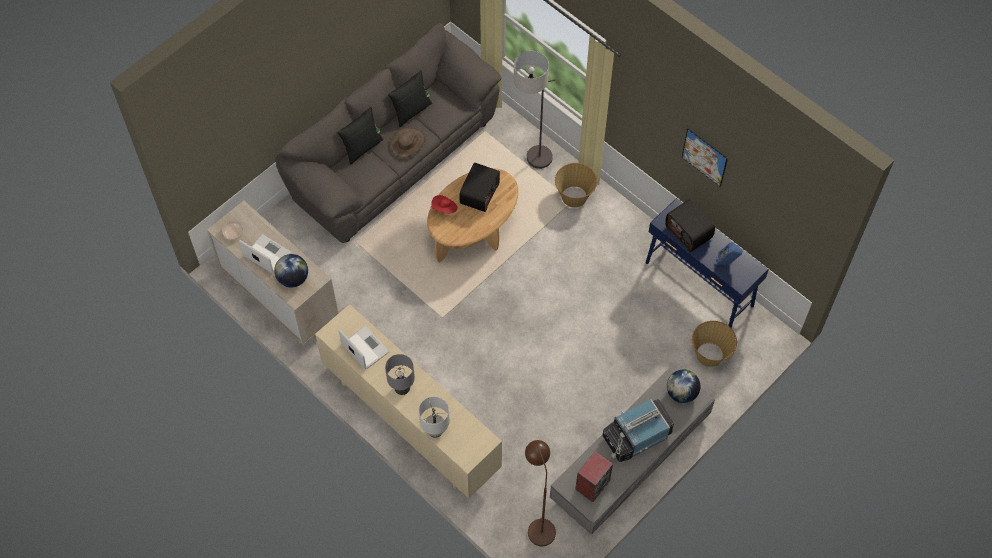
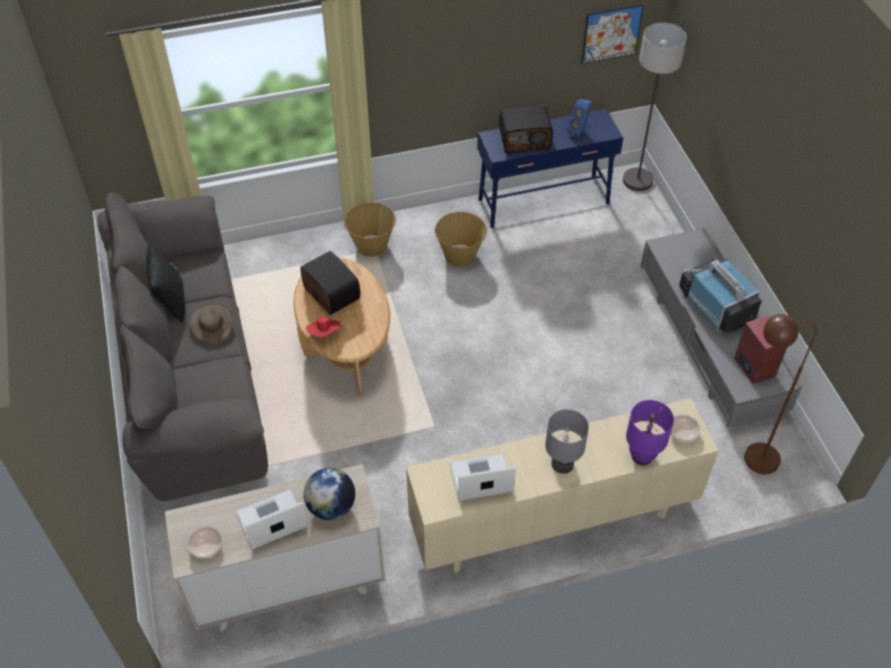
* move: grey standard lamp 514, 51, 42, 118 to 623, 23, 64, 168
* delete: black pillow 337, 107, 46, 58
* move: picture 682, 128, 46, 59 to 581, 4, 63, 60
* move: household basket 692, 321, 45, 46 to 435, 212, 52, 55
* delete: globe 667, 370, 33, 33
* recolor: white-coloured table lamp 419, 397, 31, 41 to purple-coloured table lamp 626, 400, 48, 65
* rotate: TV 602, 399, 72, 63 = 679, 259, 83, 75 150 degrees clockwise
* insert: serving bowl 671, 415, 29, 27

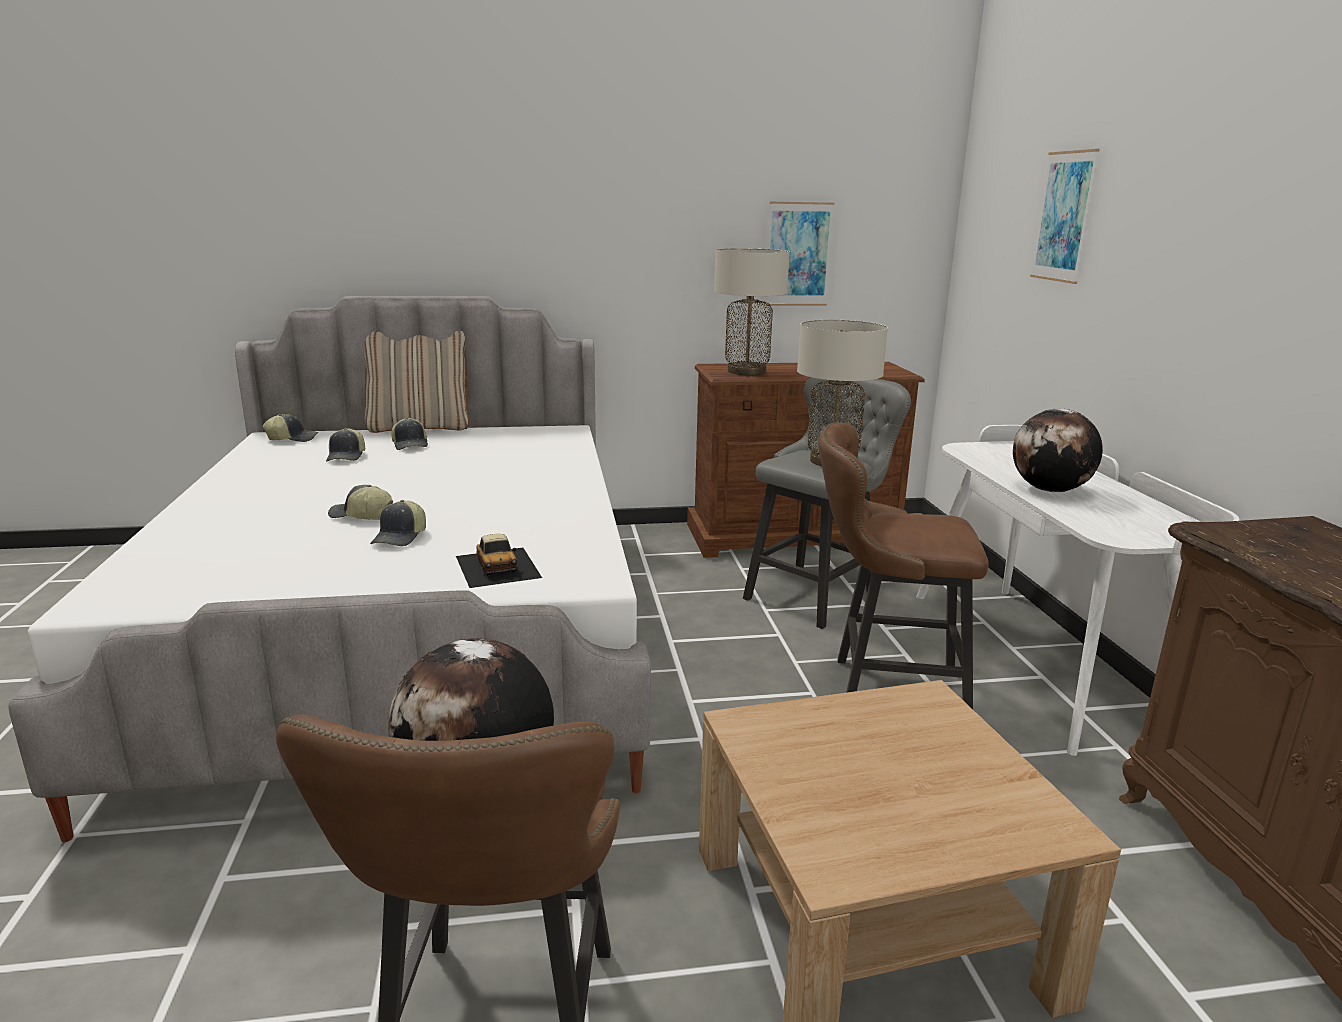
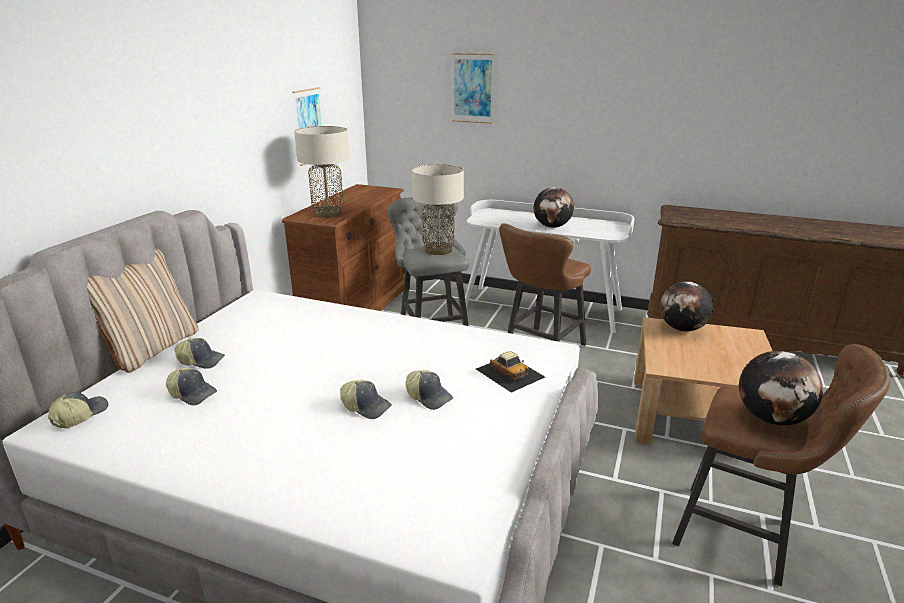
* rotate: peaked cap 328, 485, 65, 35 = 340, 380, 52, 39 105 degrees counterclockwise
* rotate: miniature car 456, 534, 86, 54 = 476, 351, 69, 42 45 degrees clockwise
* insert: globe 660, 281, 53, 51

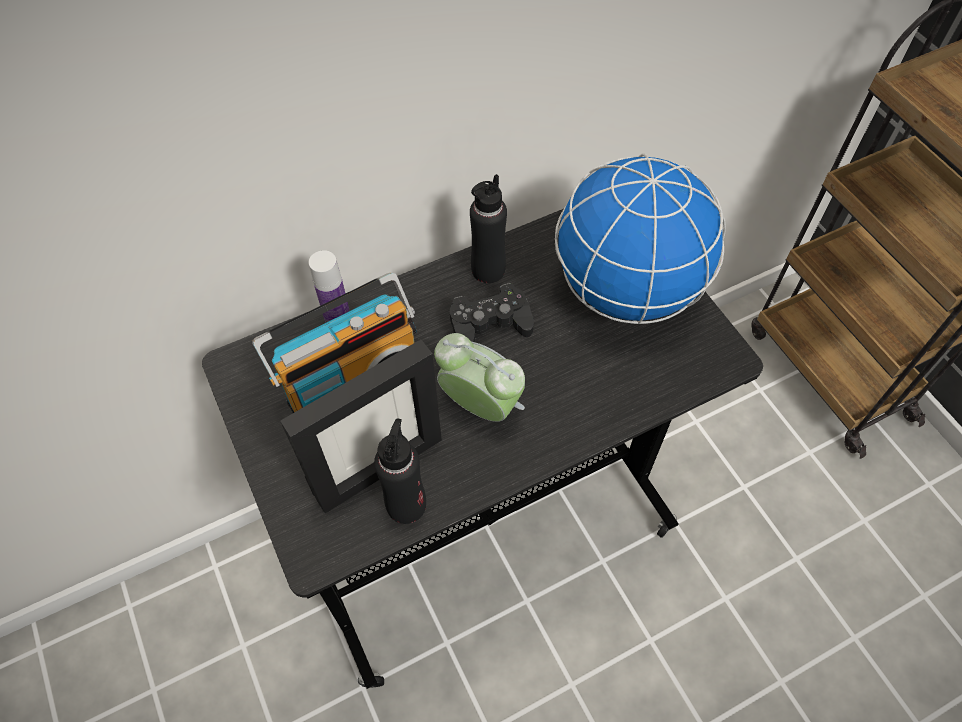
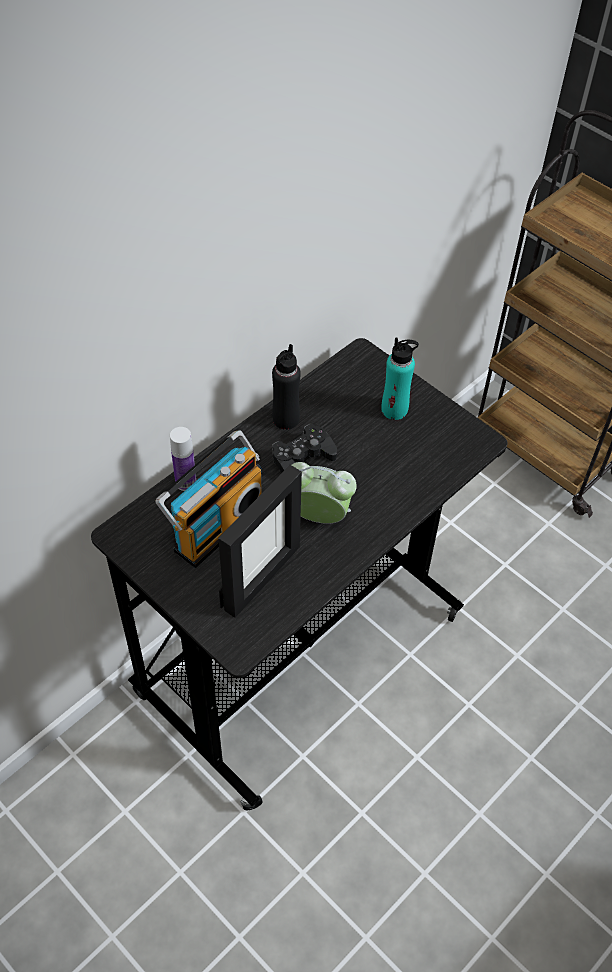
* replace: globe 555, 154, 171, 170 to blue-green beverage bottle 381, 337, 38, 83
* delete: black beverage bottle 374, 418, 52, 106

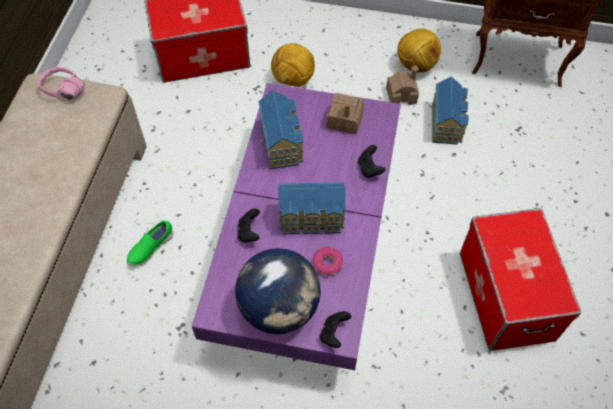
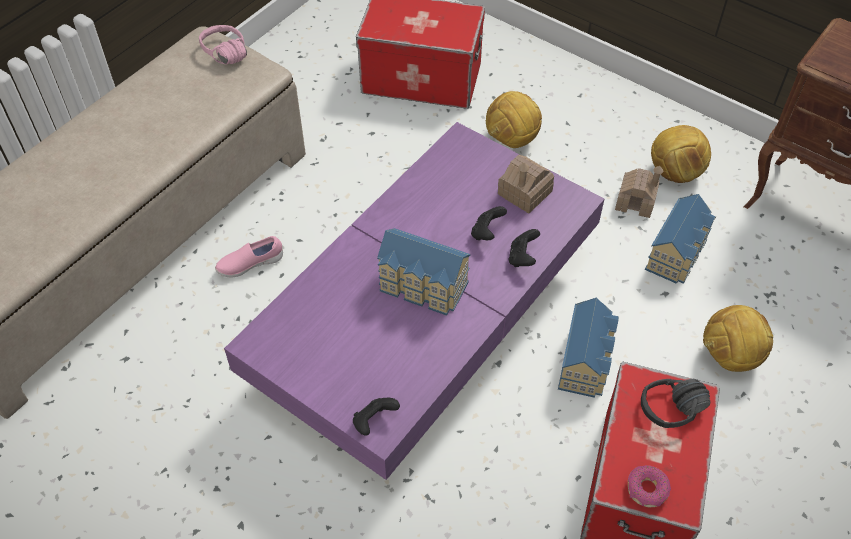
* move: toy house 258, 90, 45, 79 to 558, 298, 61, 100
* move: black game controller 238, 208, 22, 34 to 471, 206, 36, 34
* recolor: greenish item of footwear 127, 220, 46, 46 to pinkish item of footwear 215, 236, 68, 42
* move: doughnut 313, 247, 30, 29 to 628, 465, 43, 43
* delete: globe 235, 248, 86, 86
* insert: football ball 703, 305, 70, 67
* insert: black headphones 641, 379, 70, 49

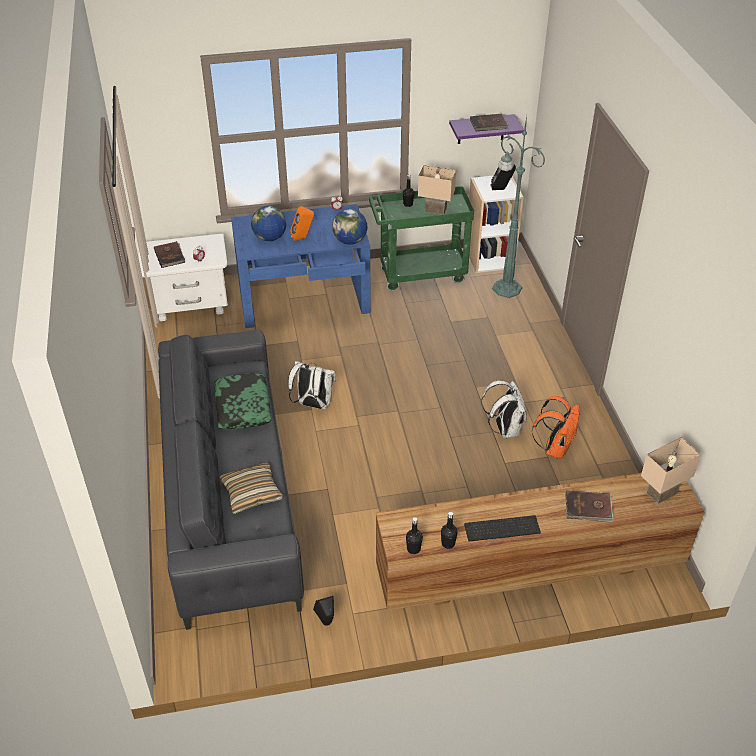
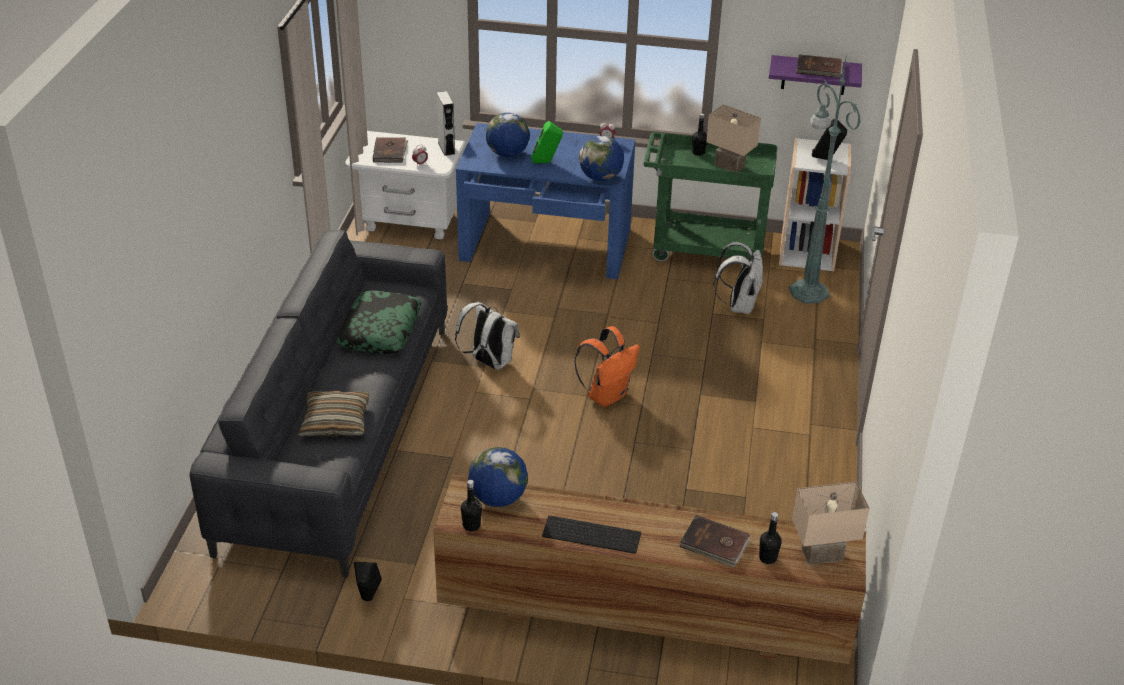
* recolor: orange-coloured speaker 290, 206, 24, 35 to greenish speaker 531, 121, 32, 42
* move: white-coloured rucksack 481, 380, 46, 58 to 713, 242, 50, 73
* move: orange-coloured rucksack 532, 396, 47, 63 to 574, 326, 66, 81
* move: black beverage bottle 441, 512, 17, 37 to 759, 512, 23, 52
* insert: grey speaker 436, 91, 19, 65
* insert: globe 468, 447, 60, 60

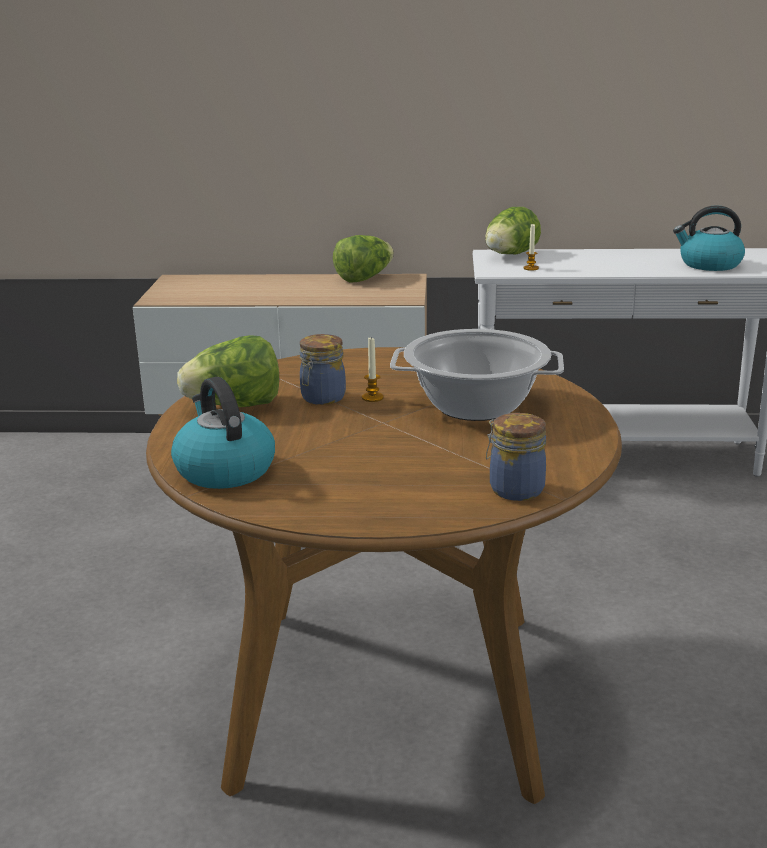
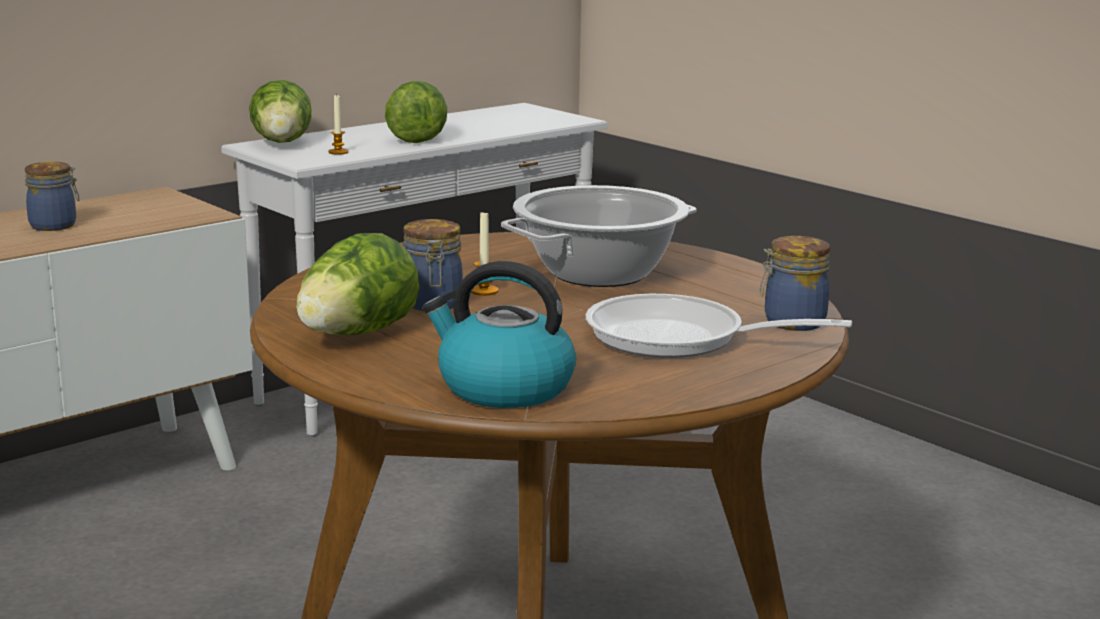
* delete: kettle 673, 205, 72, 66
* move: head of lettuce 333, 235, 61, 48 to 385, 81, 62, 62
* insert: preserve jar 25, 162, 54, 69
* insert: frying pan 586, 294, 266, 64

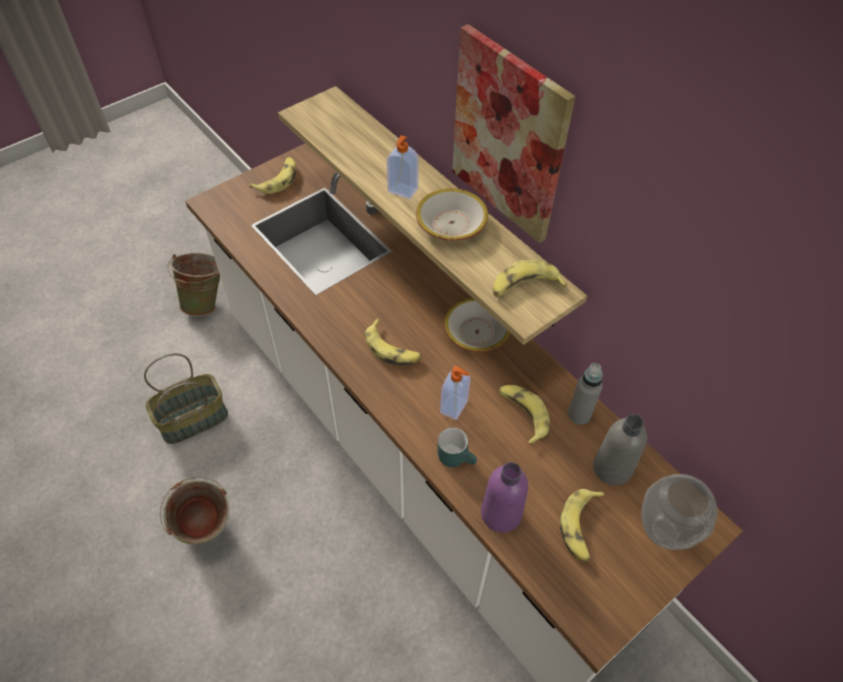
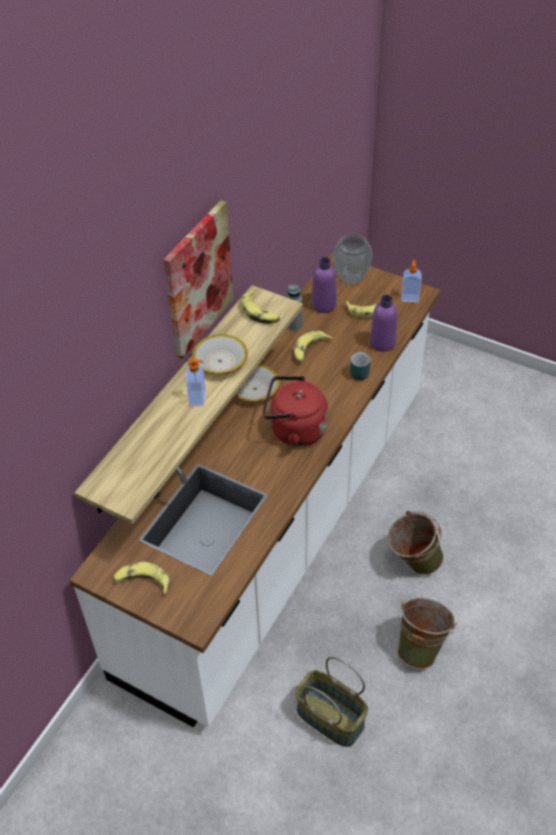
* move: greenish bucket 168, 253, 52, 63 to 388, 511, 56, 64
* replace: banana 365, 318, 57, 48 to reddish kettle 263, 376, 65, 70
* move: liquid soap bottle 440, 366, 31, 54 to 401, 260, 20, 43
* recolor: grey beverage bottle 593, 414, 54, 71 to purple-coloured beverage bottle 312, 257, 24, 56

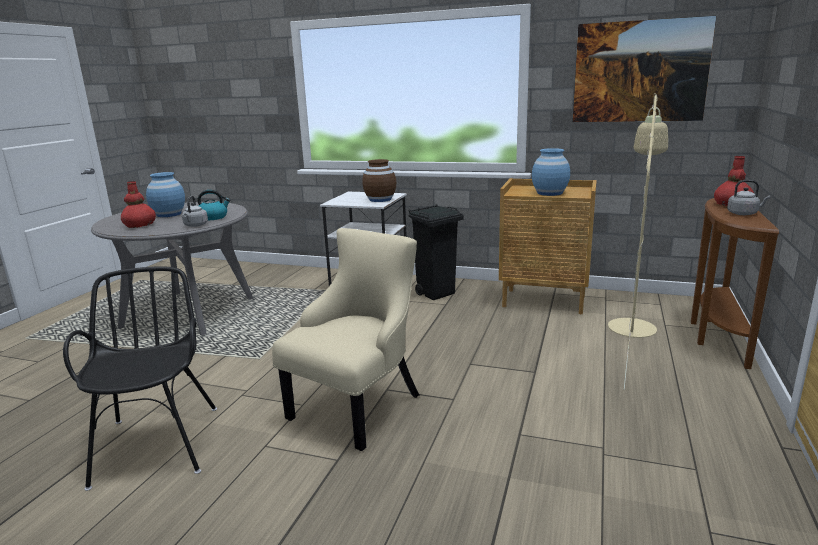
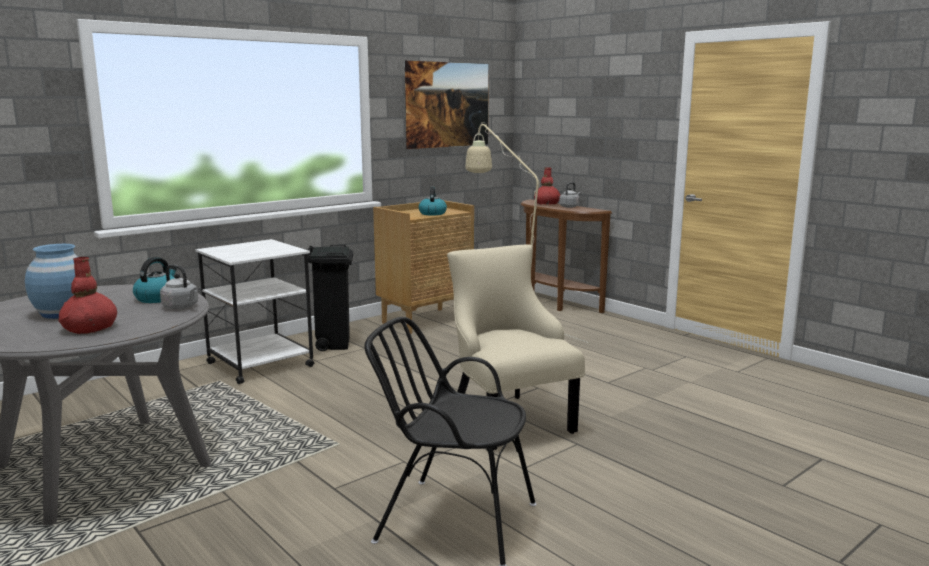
* replace: blue-coloured vase 532, 148, 38, 48 to kettle 419, 187, 28, 28
* delete: brown-coloured vase 362, 159, 34, 43

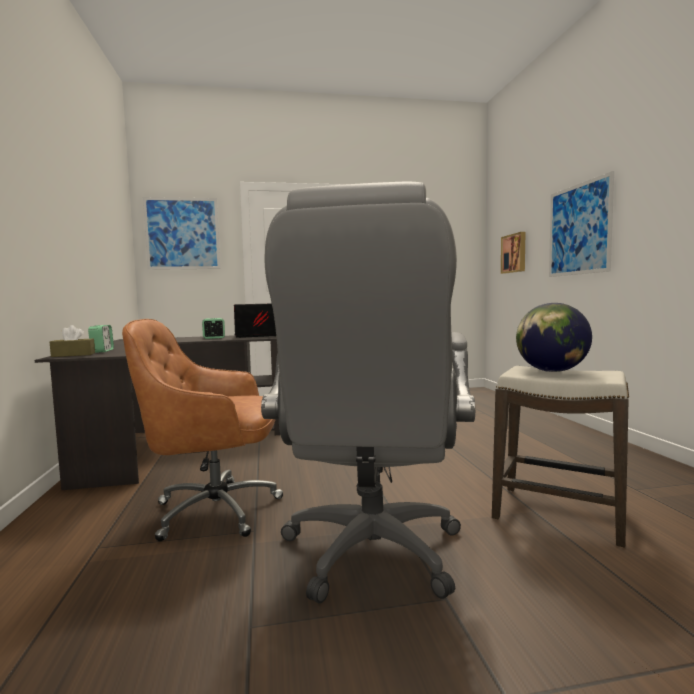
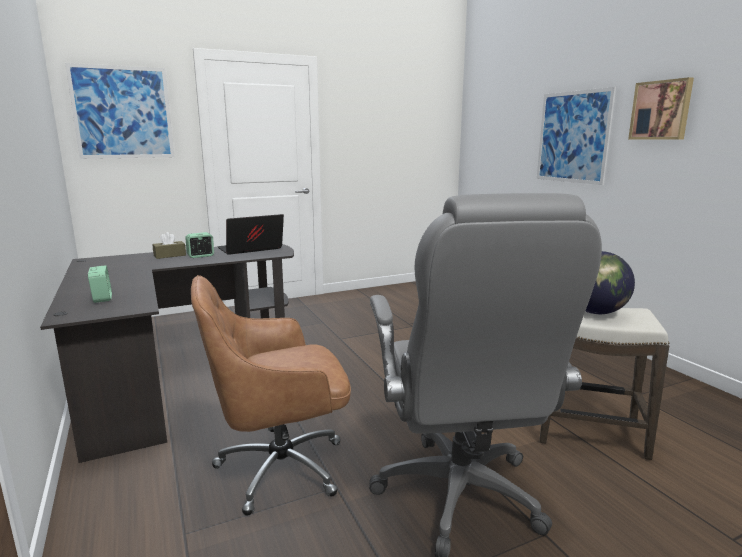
* move: picture 501, 232, 24, 42 to 628, 77, 66, 63
* move: brown-coloured tissue holder 50, 325, 45, 32 to 152, 232, 34, 27

